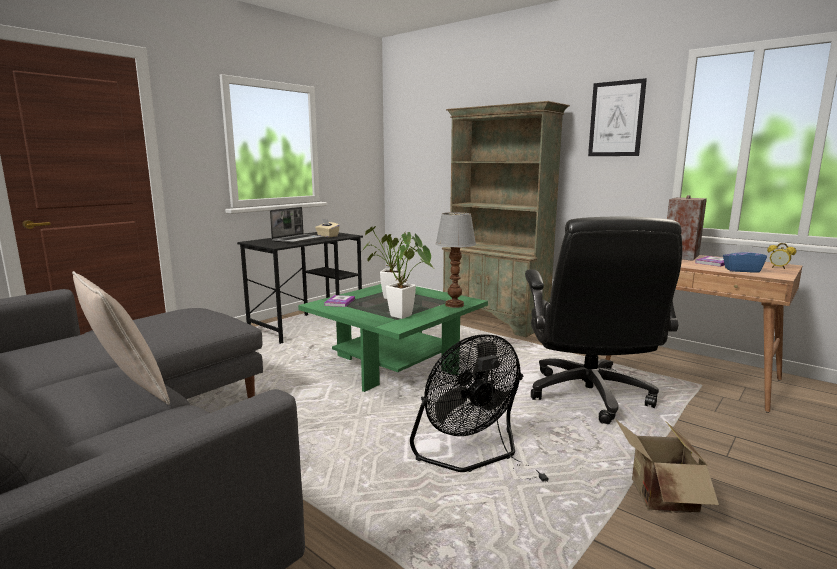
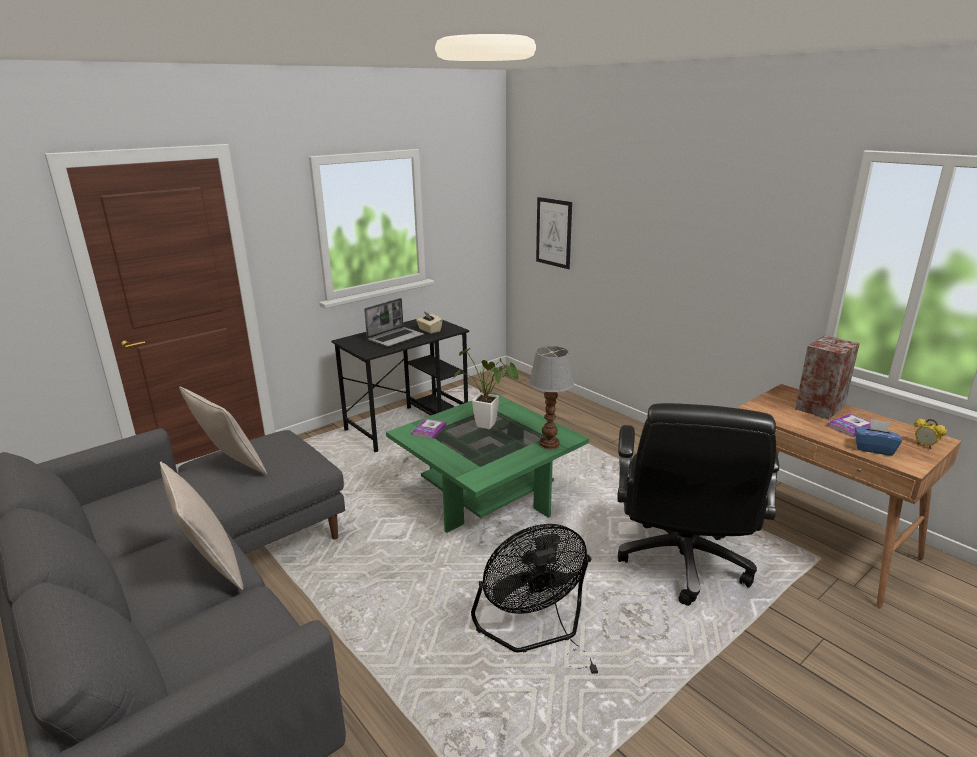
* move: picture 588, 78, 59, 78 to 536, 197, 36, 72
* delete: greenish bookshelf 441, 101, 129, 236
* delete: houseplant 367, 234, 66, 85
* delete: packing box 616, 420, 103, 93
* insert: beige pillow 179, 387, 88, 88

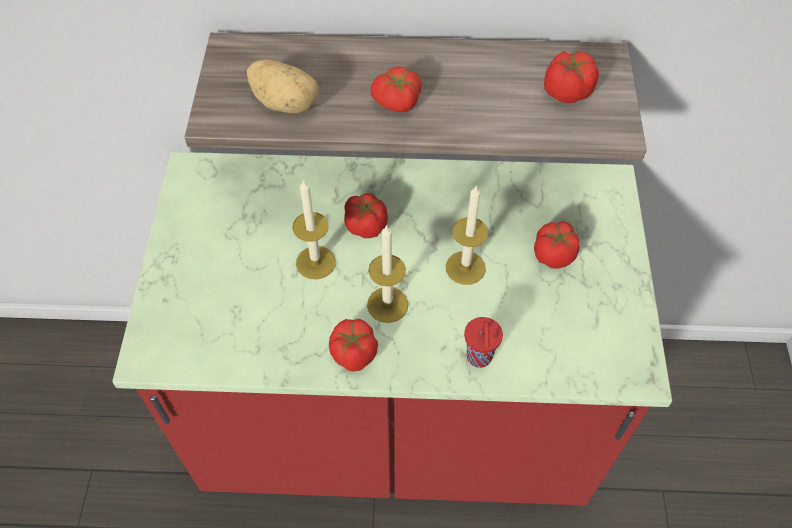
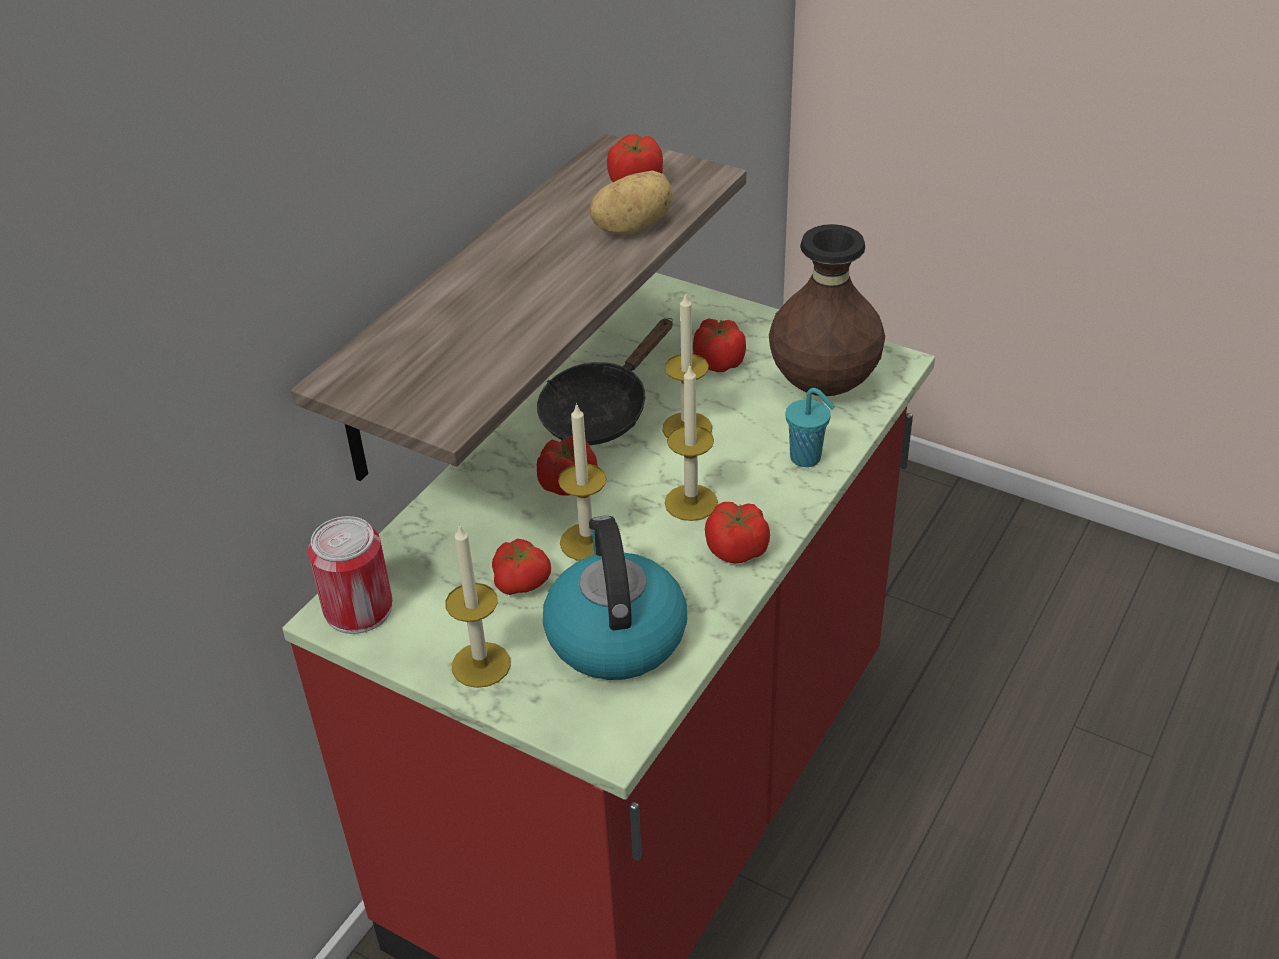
* move: whole potato 247, 59, 72, 54 to 590, 171, 83, 63
* move: whole tomato 371, 66, 51, 46 to 492, 539, 59, 56
* recolor: reddish drinking cup 464, 317, 39, 51 to blue-green drinking cup 786, 388, 49, 79
* insert: brown-coloured vase 769, 224, 116, 172
* insert: black frying pan 537, 318, 136, 127
* insert: sealed can 308, 516, 84, 118
* insert: kettle 543, 516, 144, 164
* insert: wax candle 445, 524, 66, 164

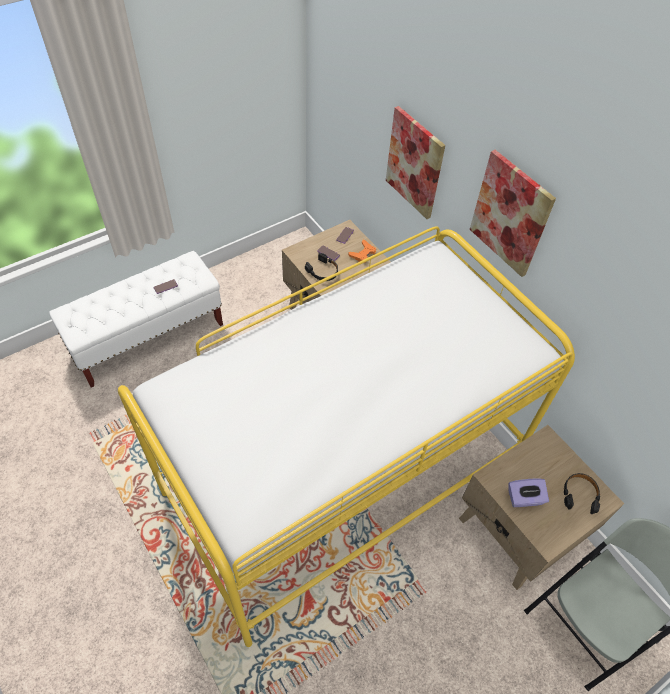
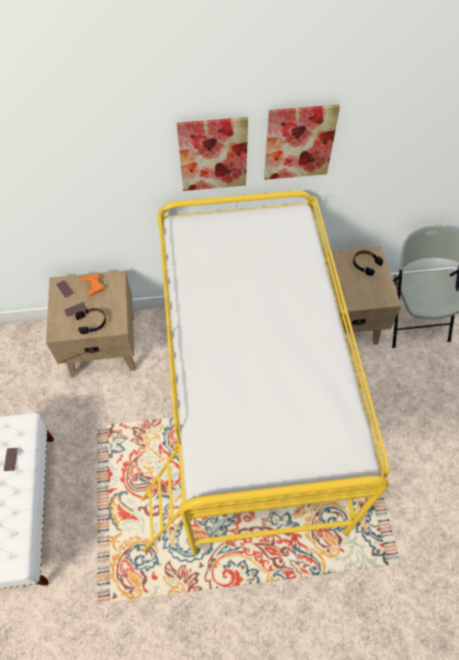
* move: picture 386, 106, 59, 113 to 264, 104, 76, 76
* delete: purple-coloured tissue holder 508, 478, 41, 29

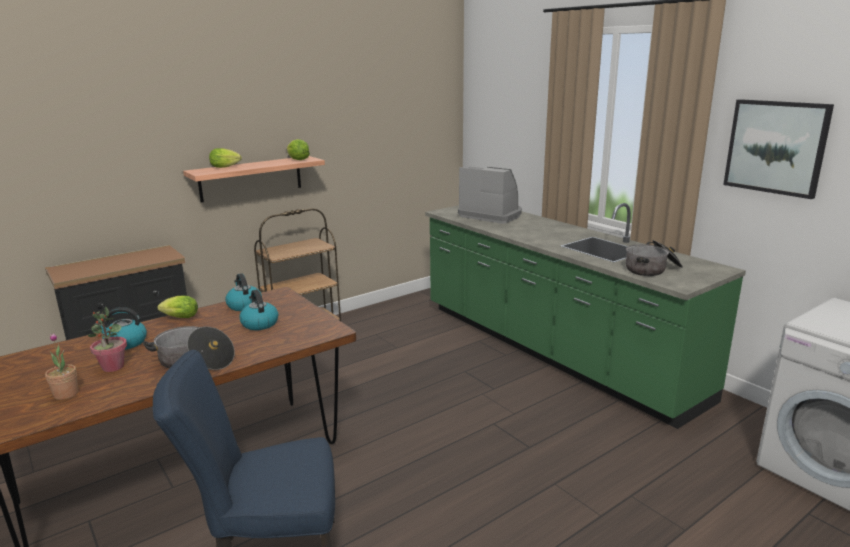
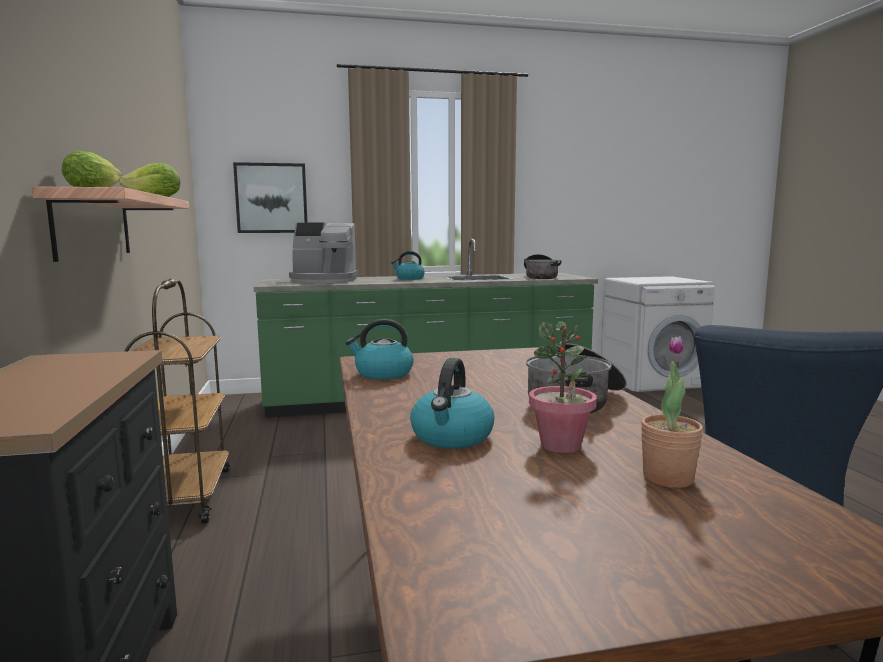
* move: picture 723, 99, 111, 100 to 233, 162, 74, 71
* rotate: coffee machine 458, 167, 64, 57 = 289, 223, 69, 60 150 degrees counterclockwise
* move: kettle 239, 289, 40, 41 to 391, 251, 34, 29
* delete: head of lettuce 157, 296, 41, 22

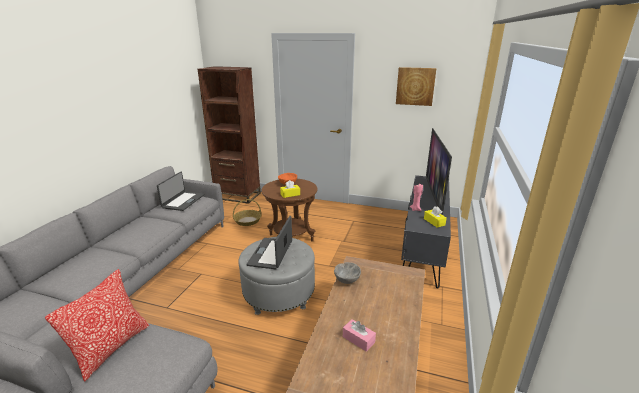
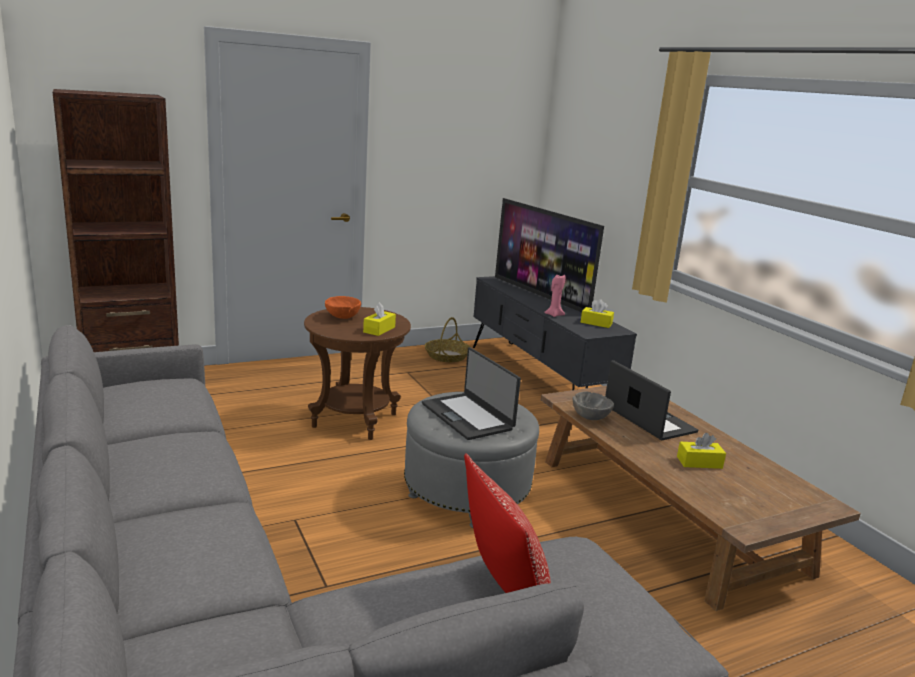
* delete: picture 396, 67, 41, 39
* move: notebook computer 157, 171, 47, 40 to 605, 360, 93, 80
* move: household basket 233, 199, 29, 27 to 425, 317, 45, 45
* recolor: pinkish tissue holder 343, 319, 33, 33 to yellow-coloured tissue holder 677, 433, 49, 36

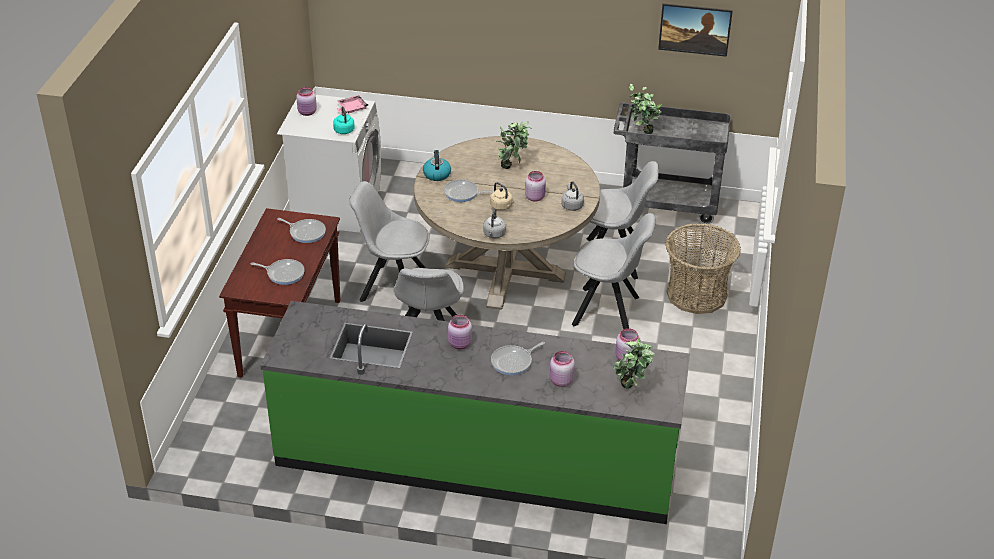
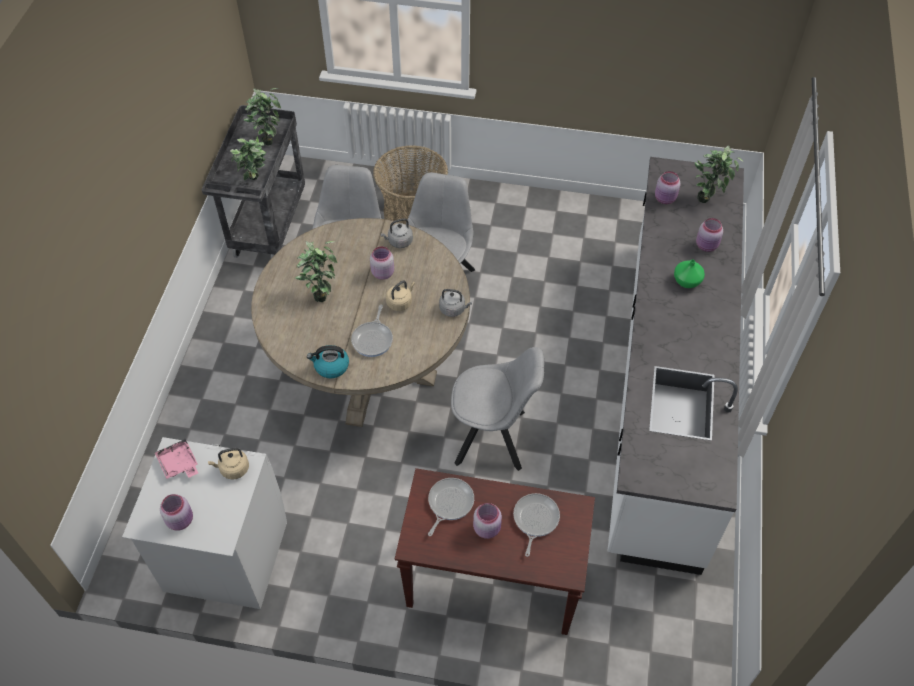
* delete: picture 658, 3, 75, 54
* recolor: blue-green kettle 333, 106, 22, 28 to beige kettle 208, 448, 41, 32
* delete: grey plain chair 349, 181, 80, 127
* recolor: greenish counter 260, 301, 430, 223 to white-coloured counter 608, 157, 136, 418
* move: pinkish preserve jar 448, 315, 24, 34 to 473, 503, 29, 36
* replace: frying pan 491, 342, 54, 33 to greenish vase 674, 259, 31, 29
* insert: houseplant 244, 88, 37, 58

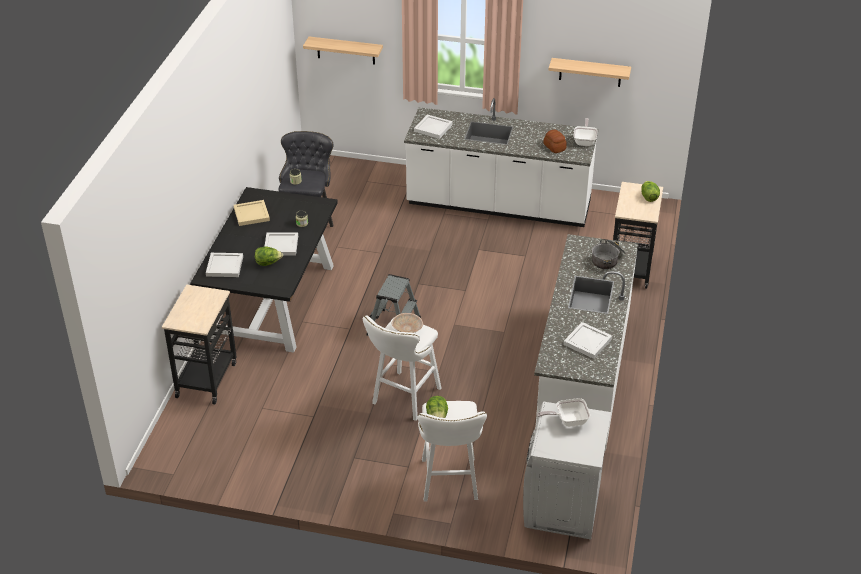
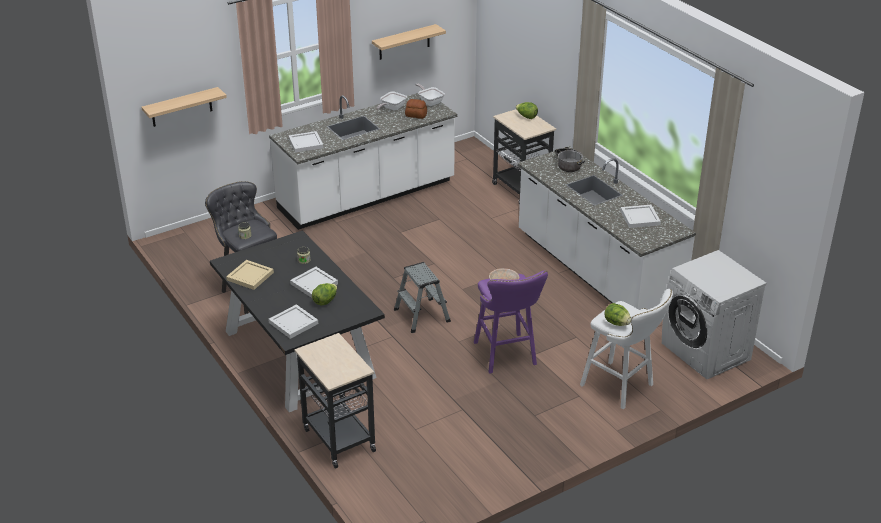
* recolor: white-coloured stool 363, 315, 78, 106 to purple-coloured stool 474, 271, 74, 103
* move: frying pan 537, 398, 53, 29 to 377, 91, 30, 20

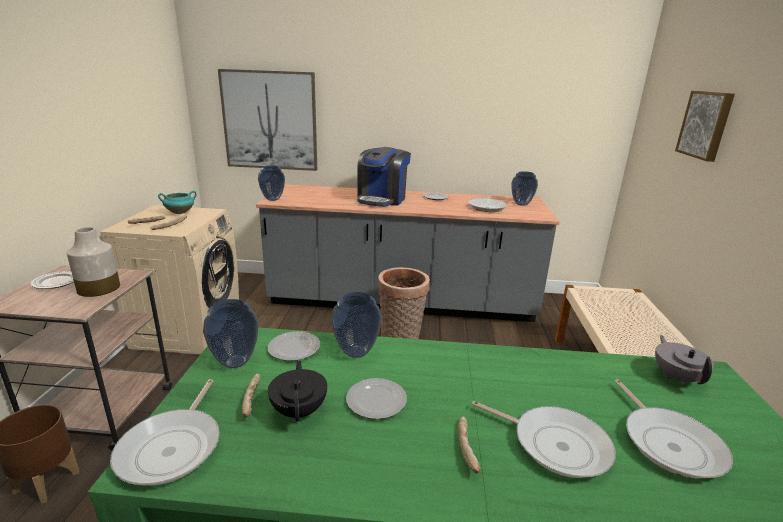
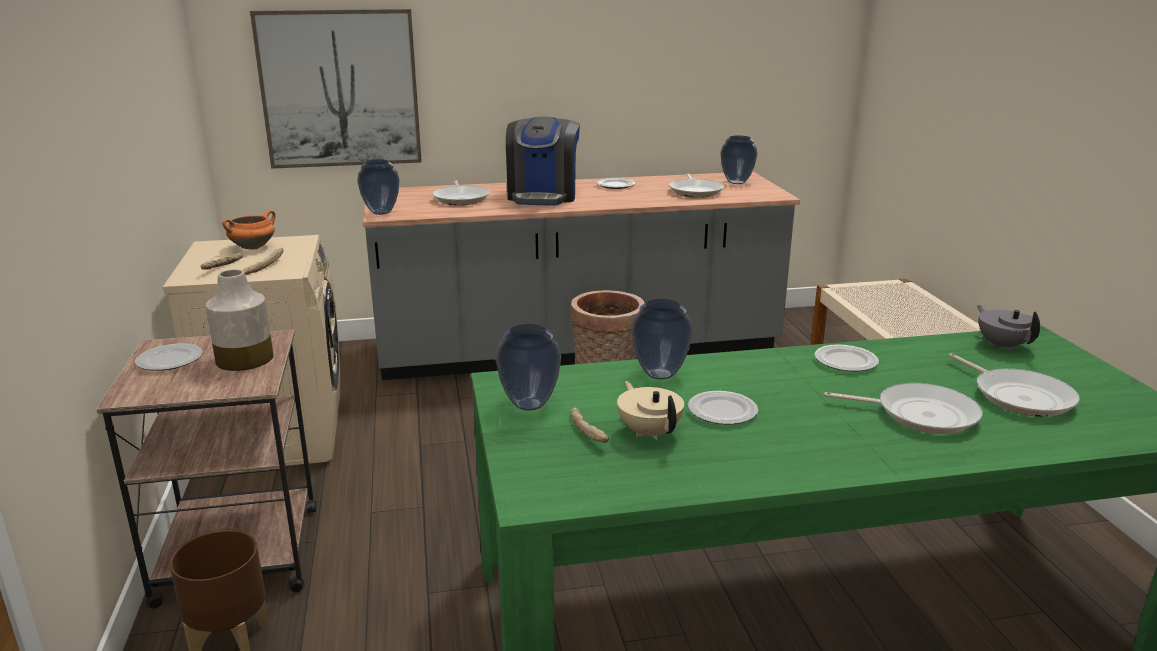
* delete: picture 675, 91, 60, 71
* recolor: blue-green cooking pot 158, 191, 38, 23 to orange-coloured cooking pot 222, 210, 53, 40
* move: dinner plate 268, 331, 52, 30 to 814, 344, 65, 28
* recolor: black teapot 268, 360, 59, 61 to beige teapot 617, 381, 67, 59
* move: frying pan 110, 379, 110, 106 to 433, 180, 57, 25
* delete: baked bread 458, 416, 23, 57

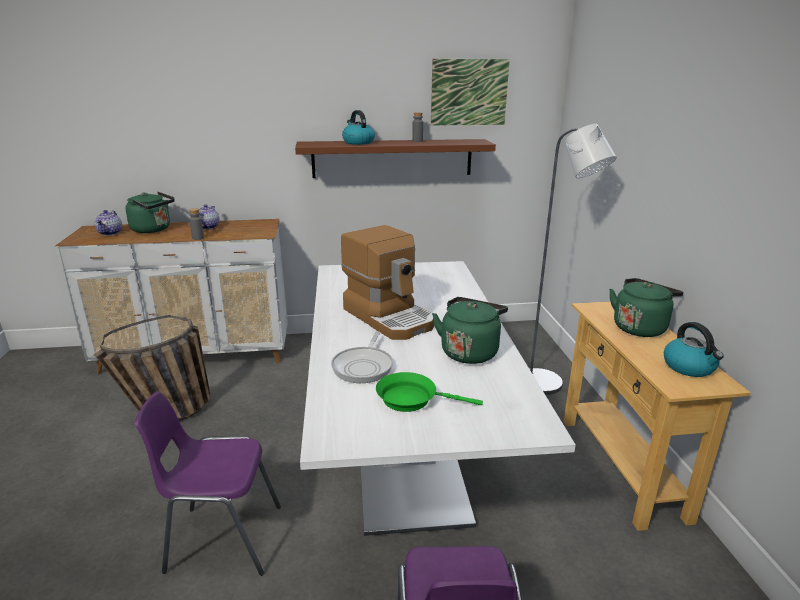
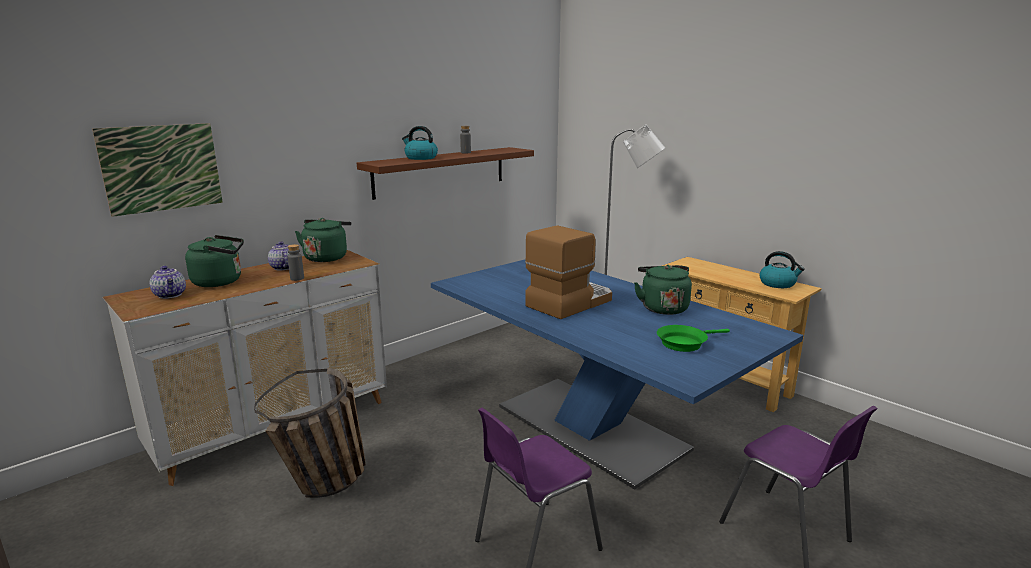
* move: picture 431, 59, 79, 67 to 92, 123, 131, 94
* rotate: coffee machine 341, 225, 93, 115 = 525, 225, 87, 94 60 degrees counterclockwise
* recolor: white-coloured dining table 300, 261, 276, 275 to blue-coloured dining table 431, 259, 372, 230
* move: greenish kettle 609, 278, 74, 59 to 295, 218, 56, 44
* delete: frying pan 331, 331, 62, 52

